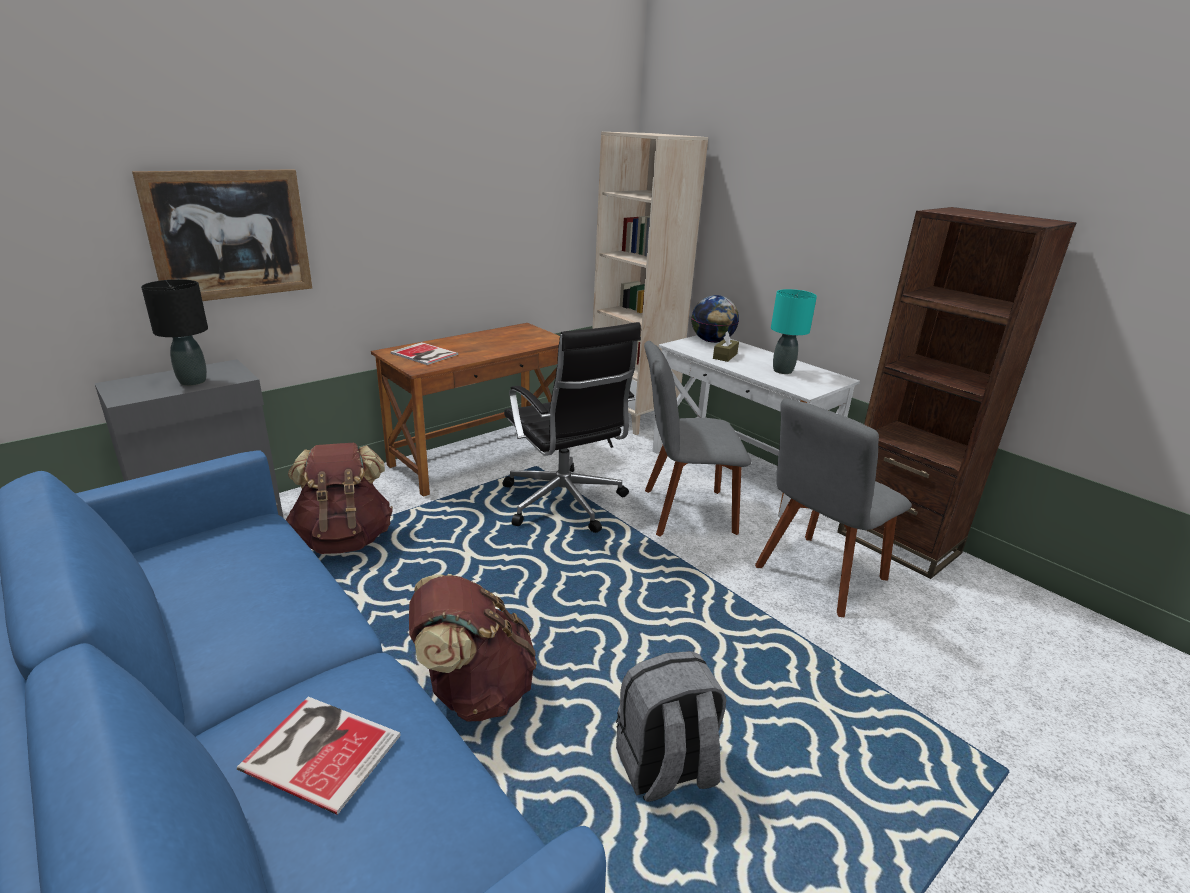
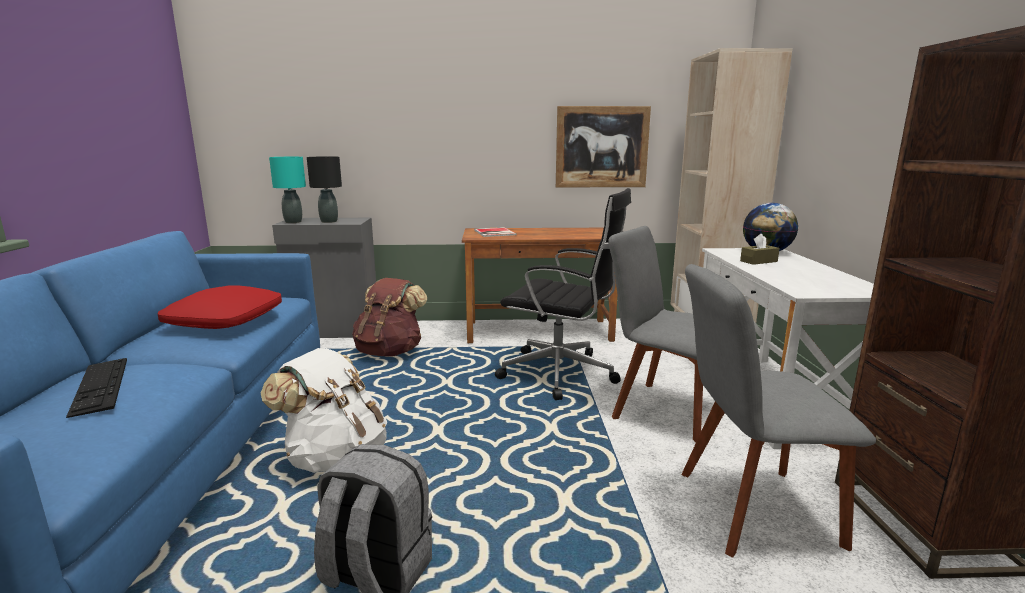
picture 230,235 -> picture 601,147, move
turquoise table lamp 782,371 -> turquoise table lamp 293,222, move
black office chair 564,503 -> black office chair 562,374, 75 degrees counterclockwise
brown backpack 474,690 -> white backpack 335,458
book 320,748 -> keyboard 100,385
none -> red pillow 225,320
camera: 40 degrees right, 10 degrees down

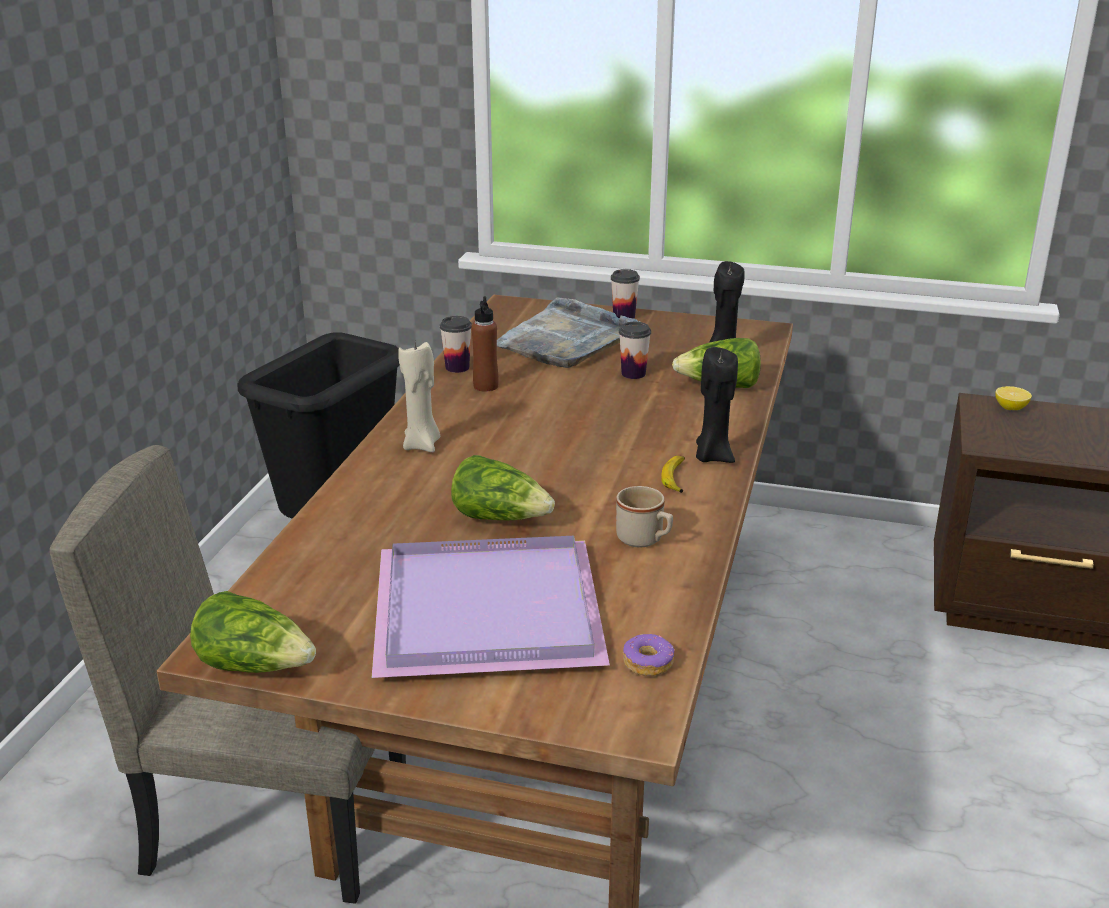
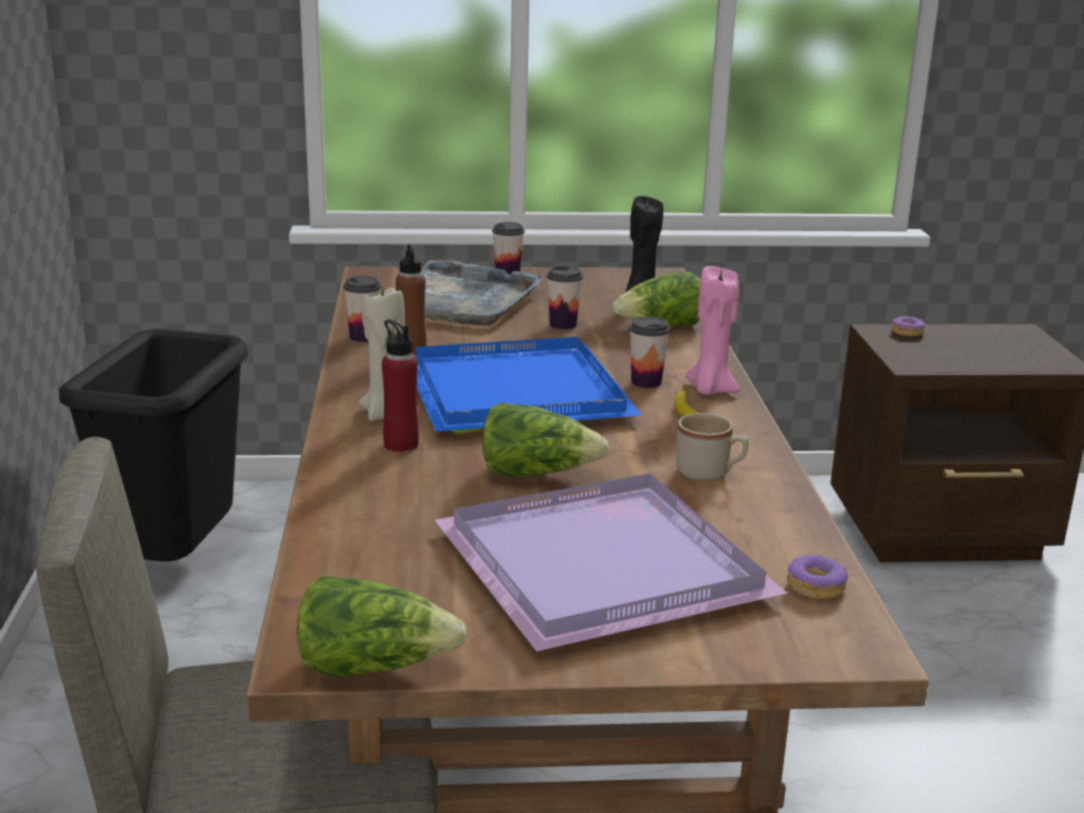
black candle 712,457 -> pink candle 710,390
lemon 1010,408 -> donut 907,332
none -> cup 646,382
none -> red bottle 401,444
none -> blue tray 519,391
camera: 20 degrees left, 5 degrees down

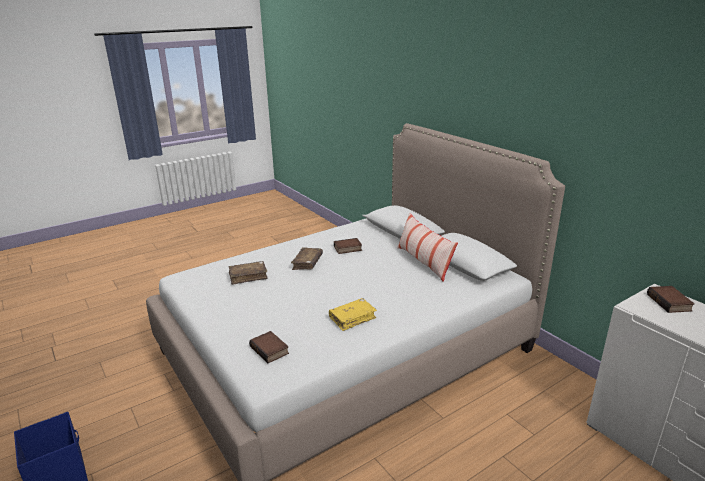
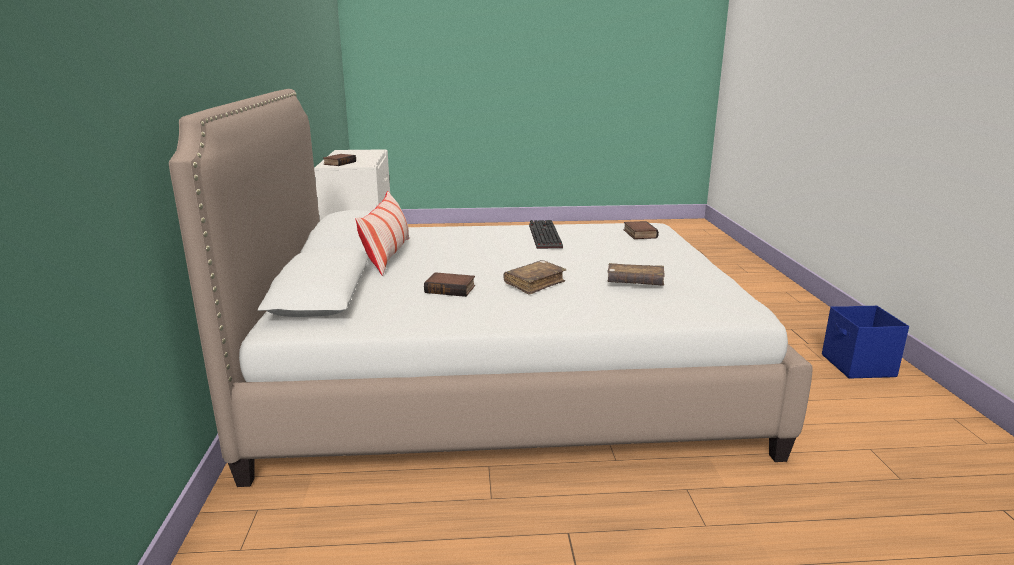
yellow book 352,318 -> keyboard 543,236
camera: 150 degrees left, 5 degrees down

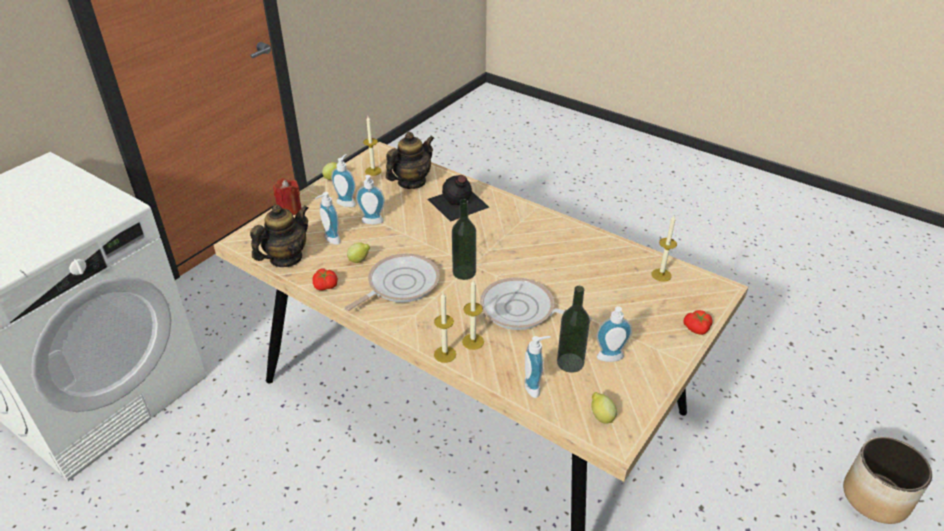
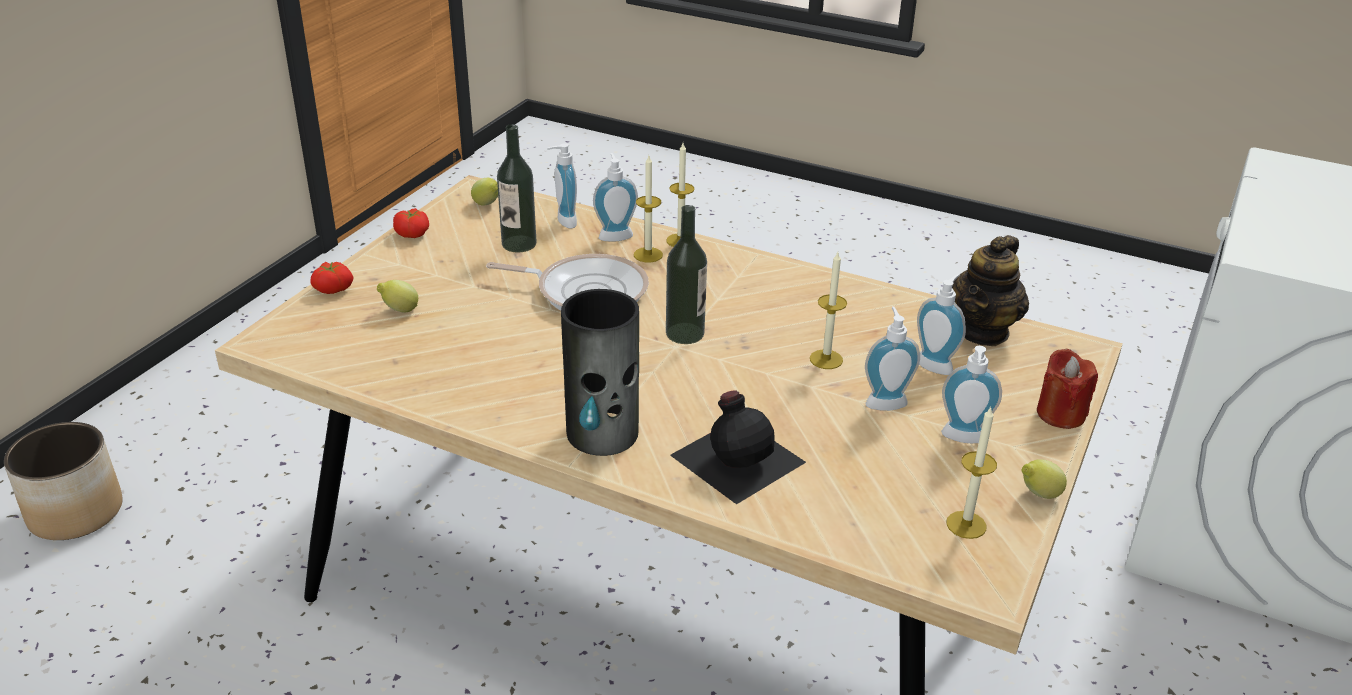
teapot 411,182 -> none
candle 661,275 -> candle 826,359, move
lemon 359,260 -> lemon 399,310, move
frying pan 399,284 -> none
tomato 325,286 -> tomato 413,233, move
soap dispenser 611,359 -> soap dispenser 615,235, move
none -> vase 603,433
camera: 170 degrees right, 5 degrees down

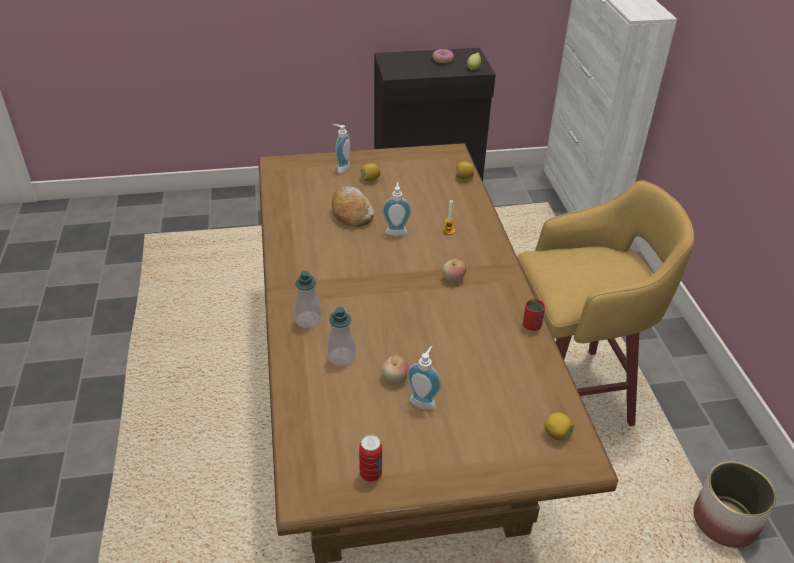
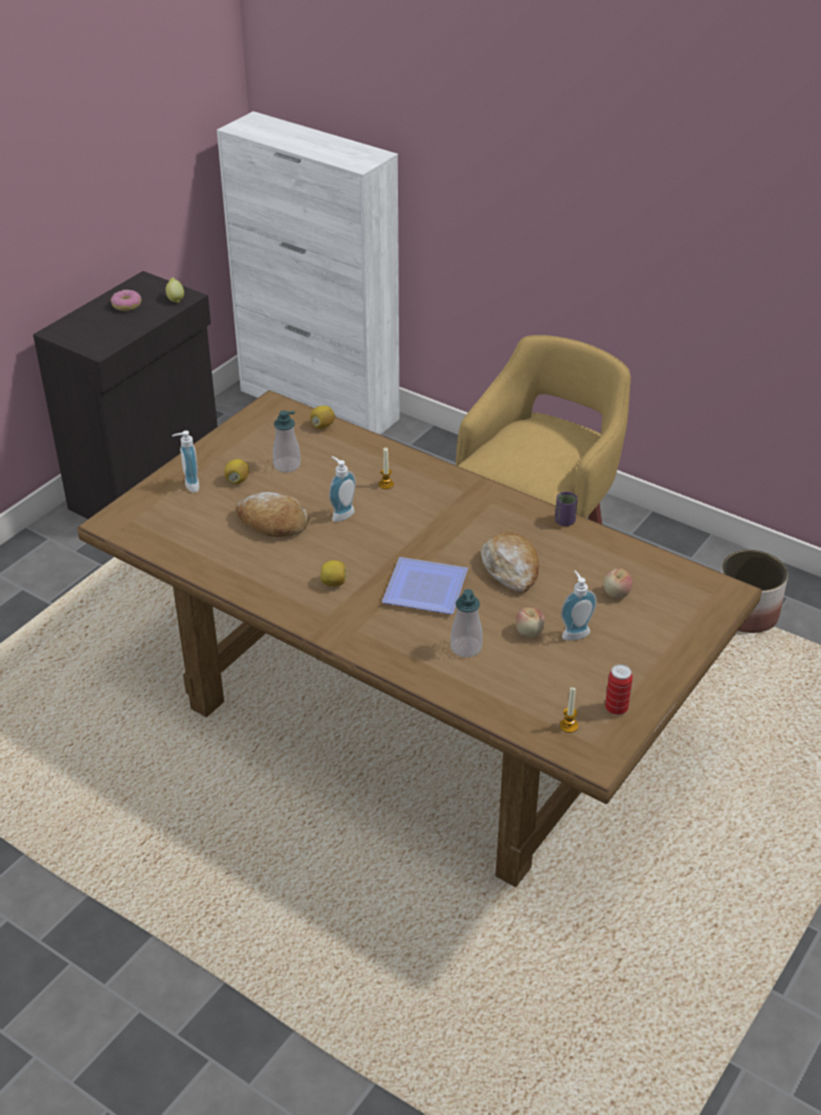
apple 453,279 -> apple 616,593, move
soap dispenser 308,320 -> soap dispenser 287,465, move
red cup 531,325 -> purple cup 564,521
lemon 557,434 -> lemon 334,583, move
none -> bread 511,569
none -> plate 422,590
none -> candle 568,726
camera: 45 degrees left, 0 degrees up

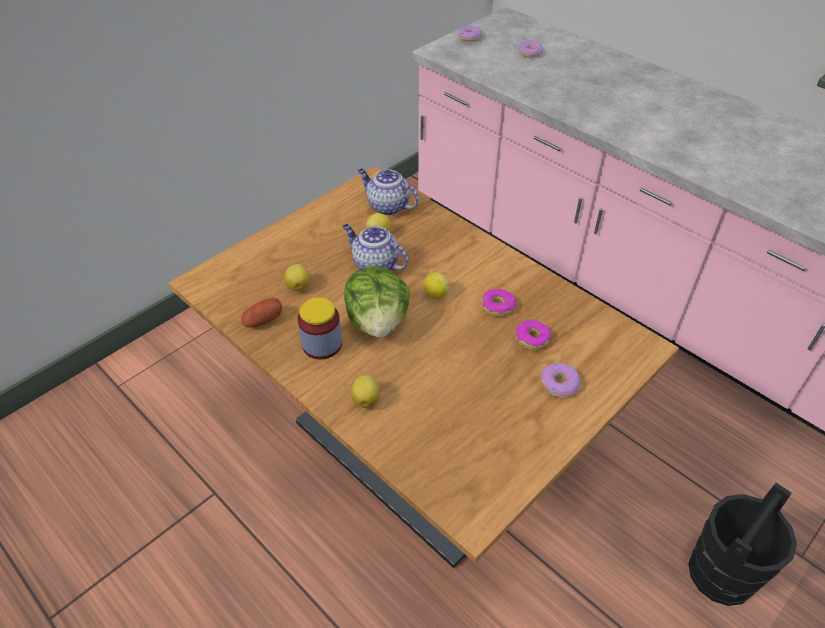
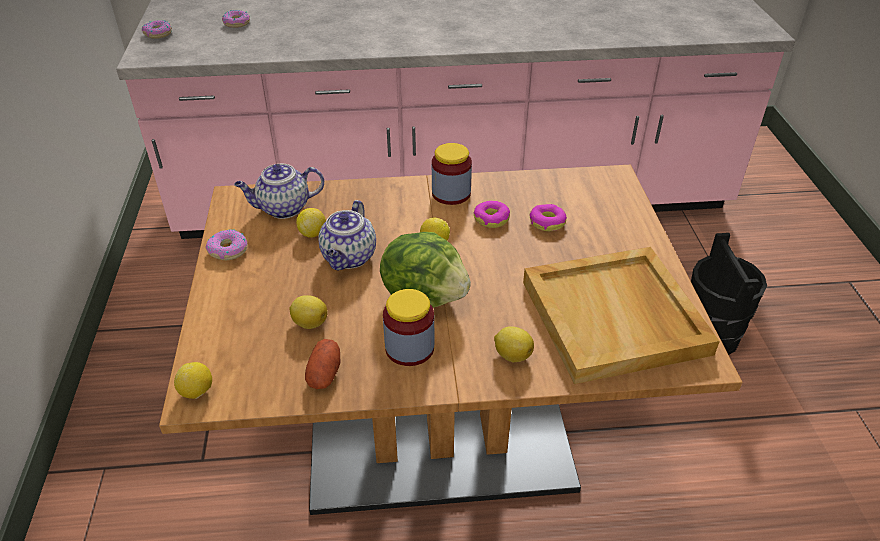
teapot 374,265 -> teapot 349,258, 60 degrees counterclockwise
donut 559,384 -> donut 228,250, move
none -> jar 451,193
none -> beige tray 615,318
none -> lemon 197,392
camera: 50 degrees left, 5 degrees down

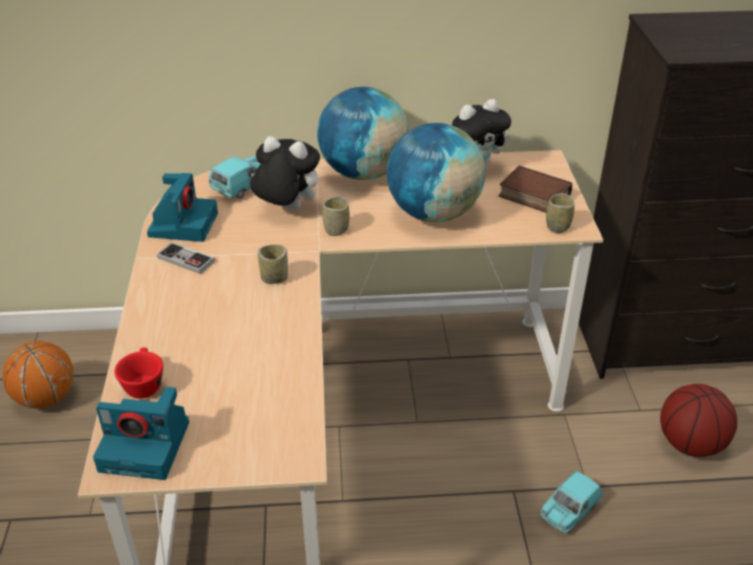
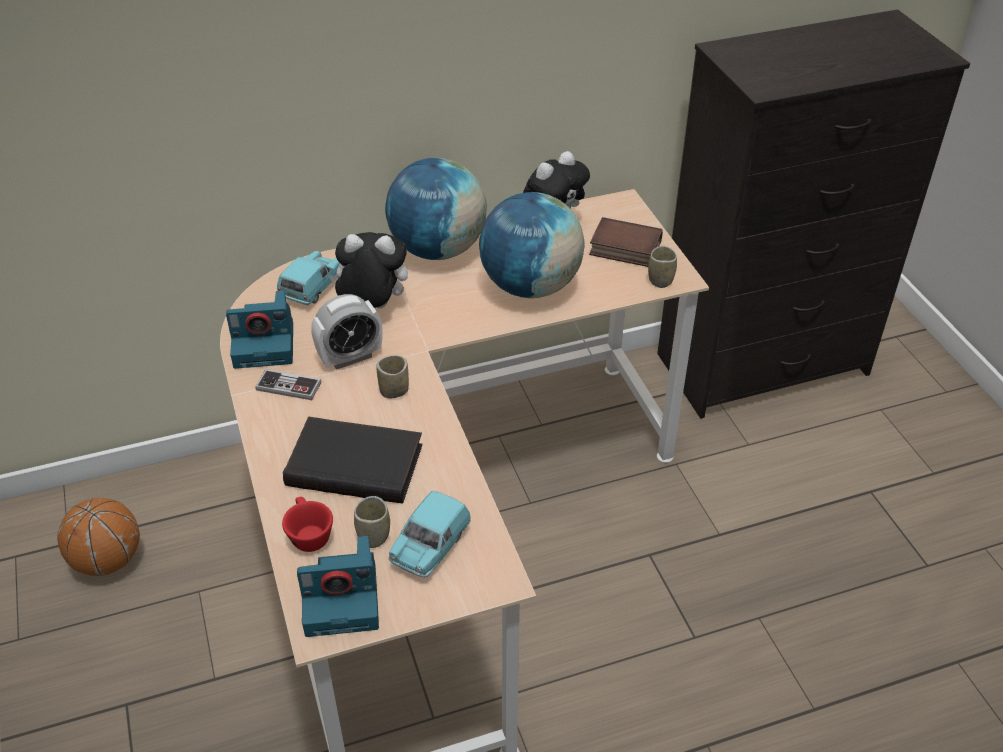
photo camera 183,223 -> photo camera 266,344, 90 degrees clockwise
cup 336,229 -> cup 373,536, move
basketball 691,444 -> none
turquoise toy car 568,512 -> turquoise toy car 430,547, move
none -> alarm clock 350,357
none -> black book 356,463
camera: 15 degrees left, 5 degrees up

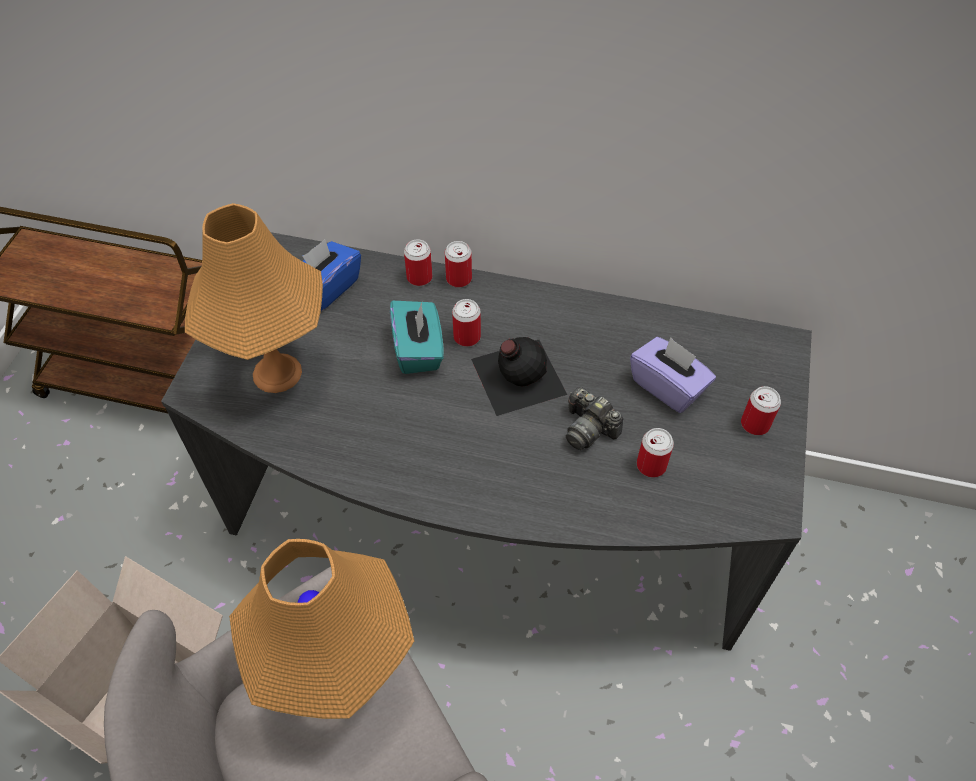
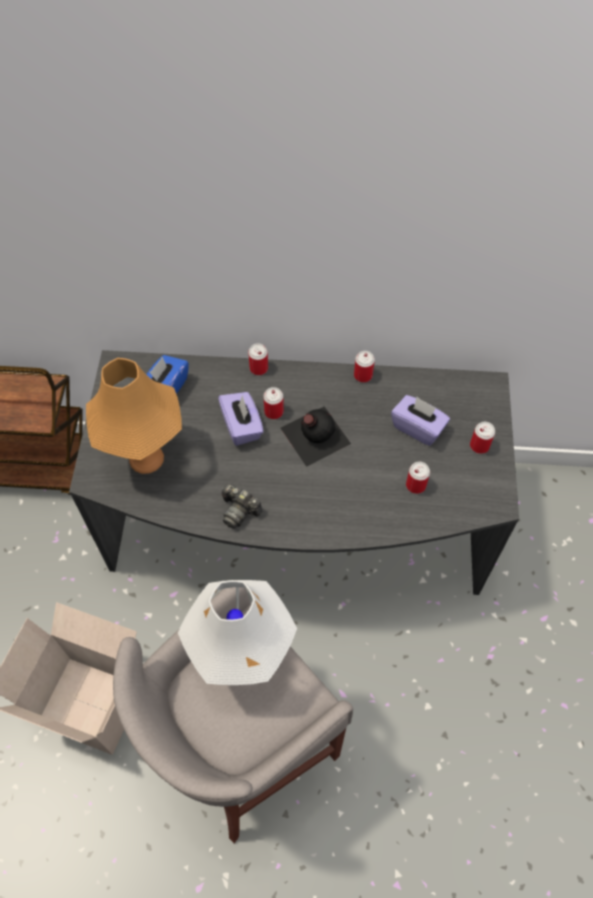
can 419,277 -> can 363,375, move
turquoise tissue box 418,350 -> purple tissue box 242,426
photo camera 588,428 -> photo camera 239,511, move
orange table lamp 341,679 -> white table lamp 242,659
camera: 10 degrees left, 5 degrees up

